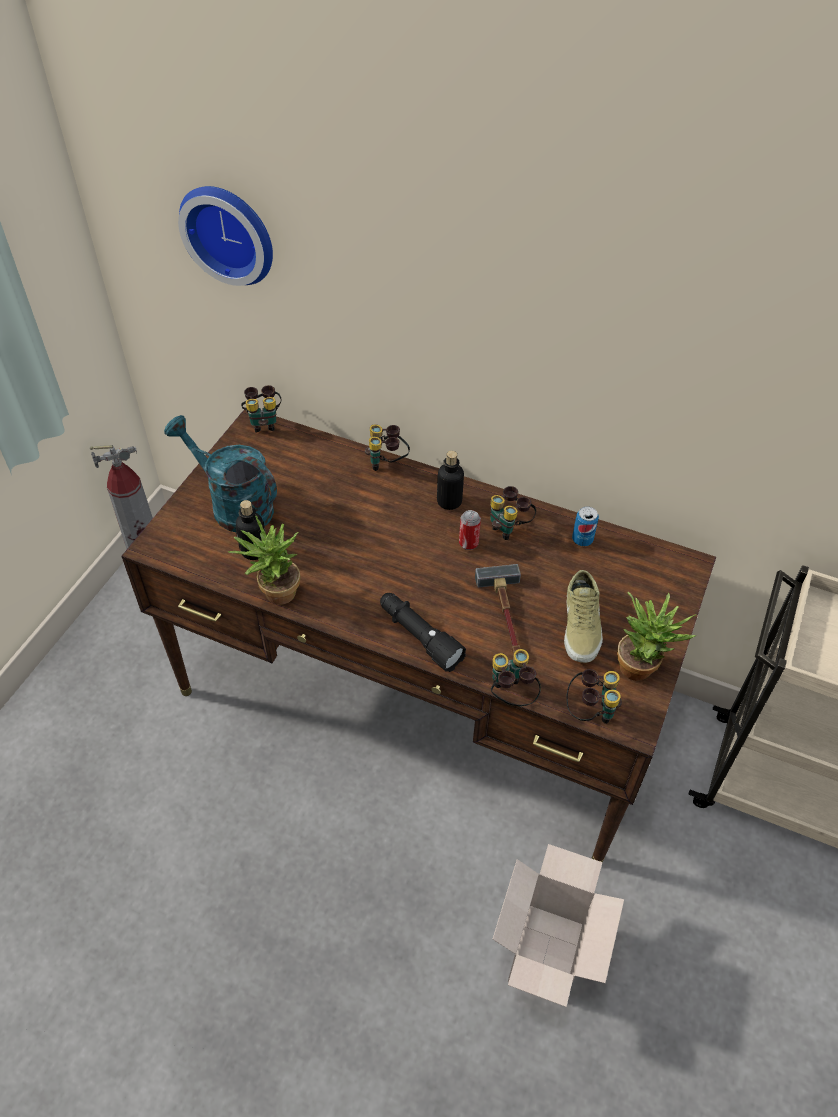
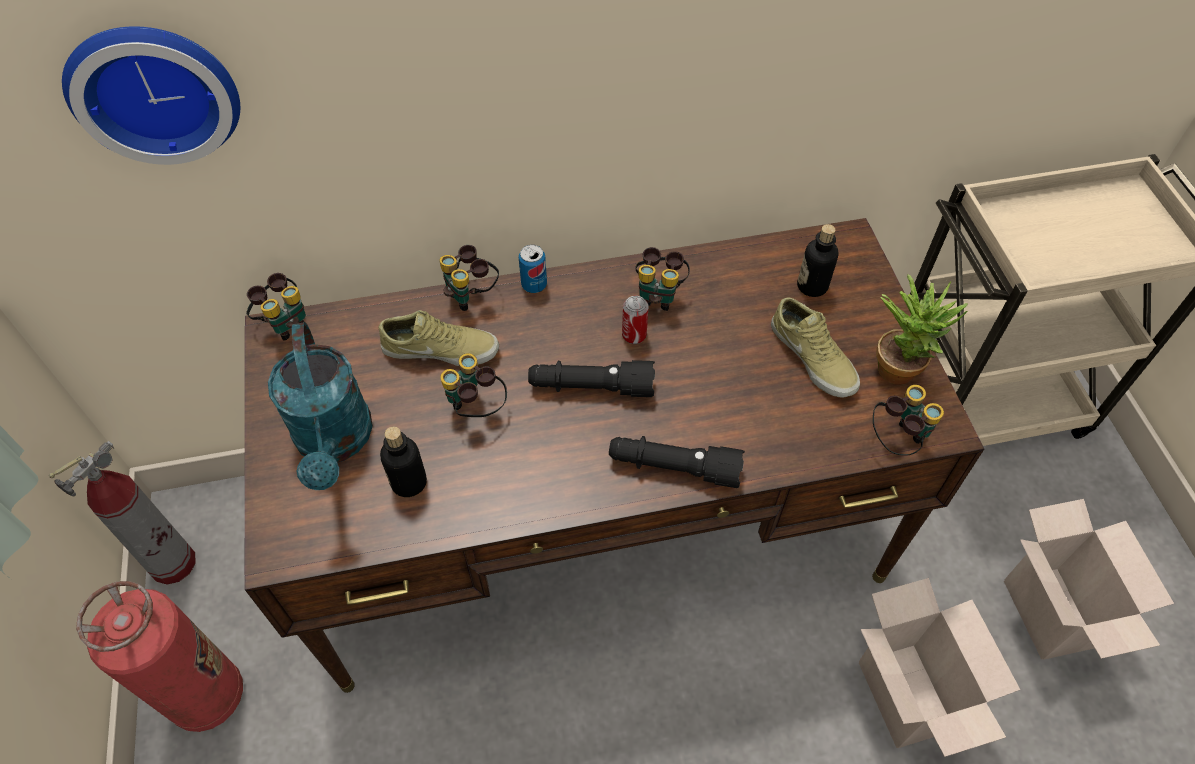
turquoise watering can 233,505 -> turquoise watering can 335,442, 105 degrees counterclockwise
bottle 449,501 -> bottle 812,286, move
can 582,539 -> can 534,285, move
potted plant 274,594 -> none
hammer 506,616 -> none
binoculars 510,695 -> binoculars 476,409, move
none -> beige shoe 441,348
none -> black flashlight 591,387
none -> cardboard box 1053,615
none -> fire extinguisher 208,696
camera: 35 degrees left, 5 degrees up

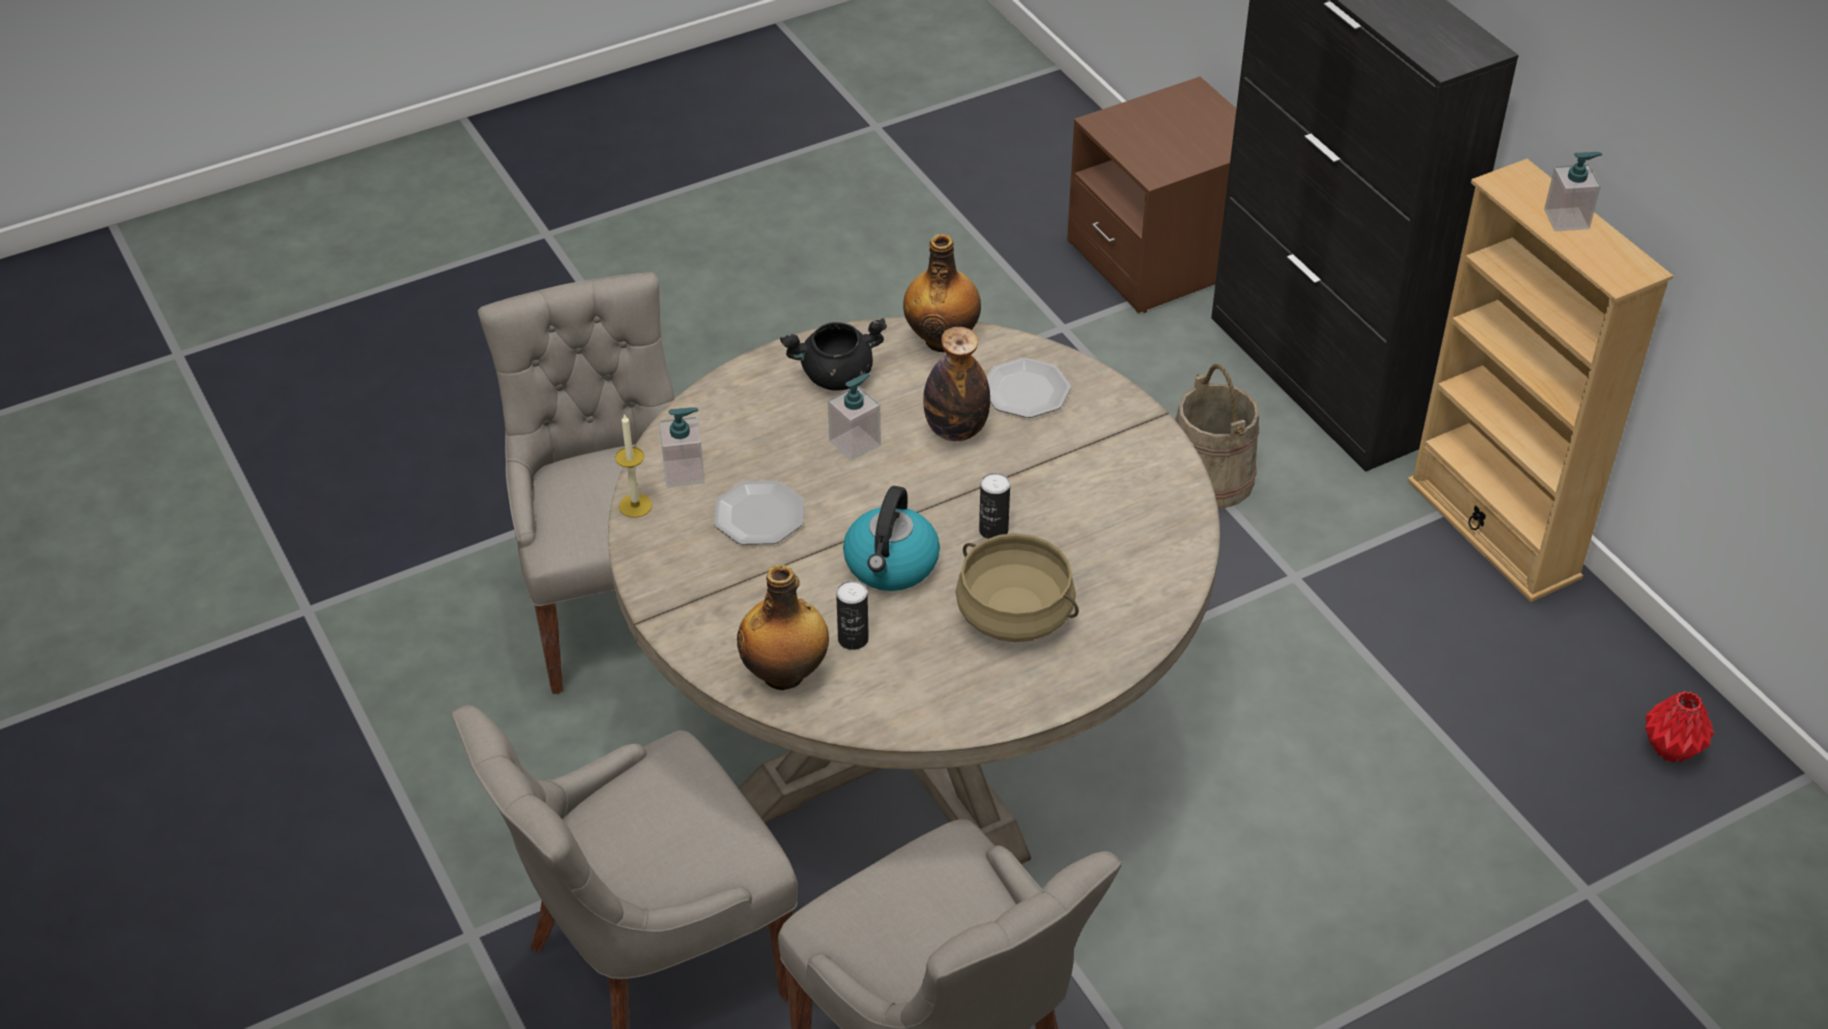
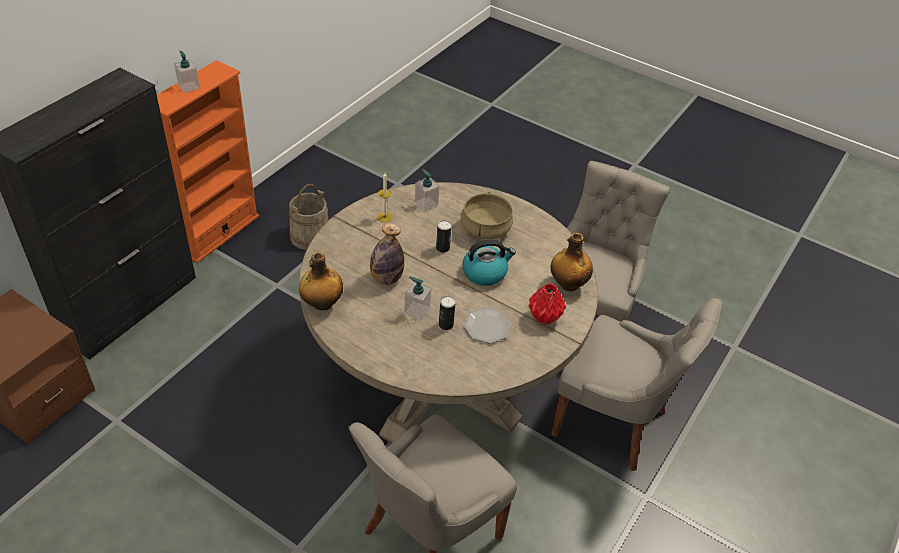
beige bookcase 1493,529 -> orange bookcase 218,233
black cooking pot 836,377 -> none
plate 1025,391 -> none
beige bucket 1209,478 -> beige bucket 310,236, move
soap dispenser 684,472 -> soap dispenser 426,203, move
candle 635,505 -> candle 384,217, move
can 853,639 -> can 446,324, move
red vase 1671,750 -> red vase 545,317, move
camera: 120 degrees left, 0 degrees up

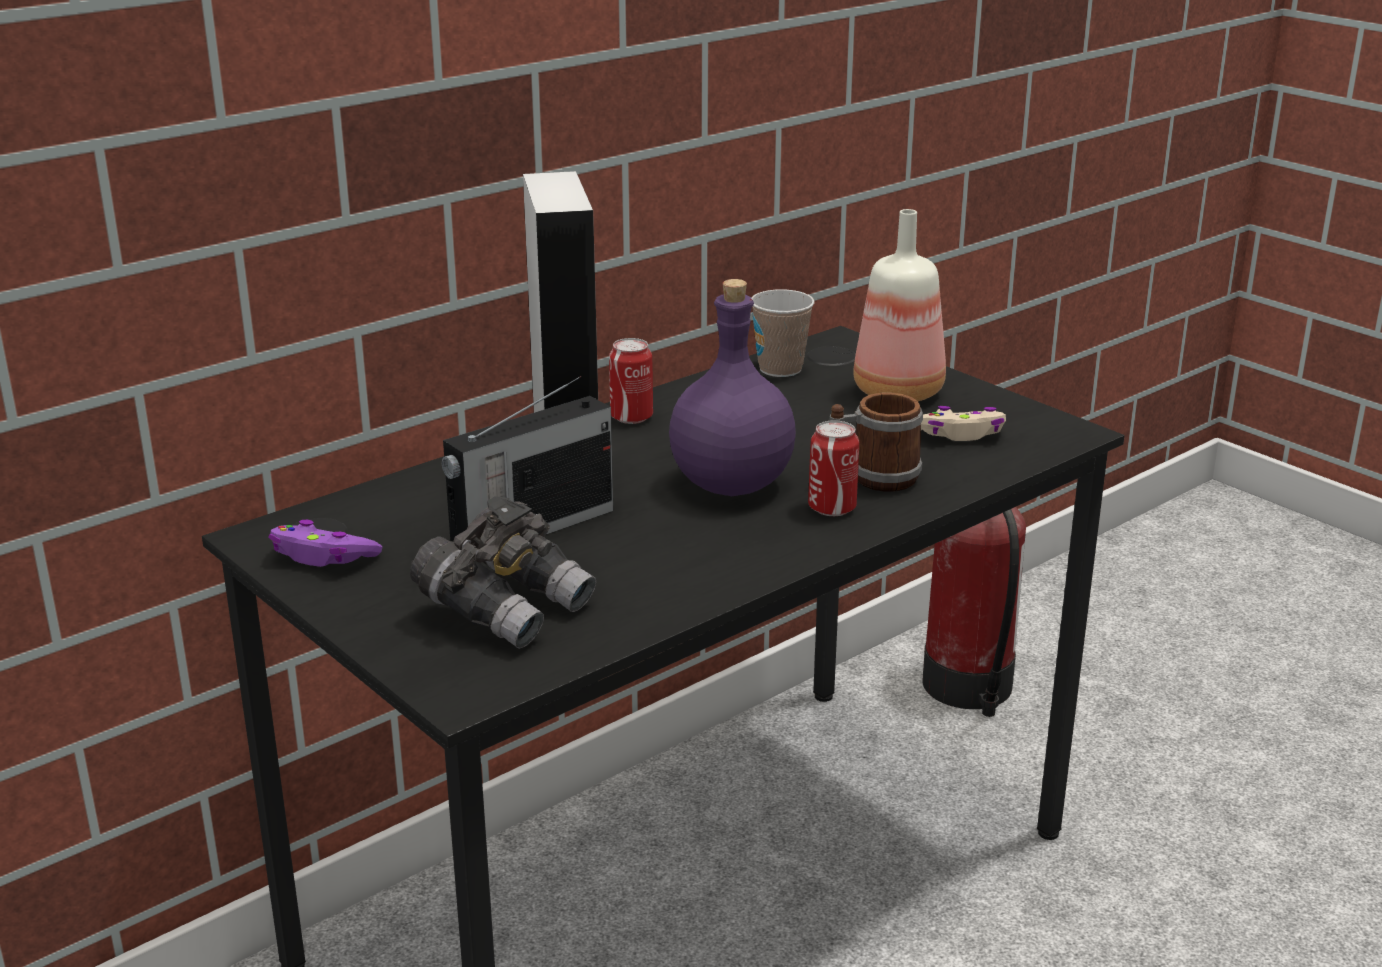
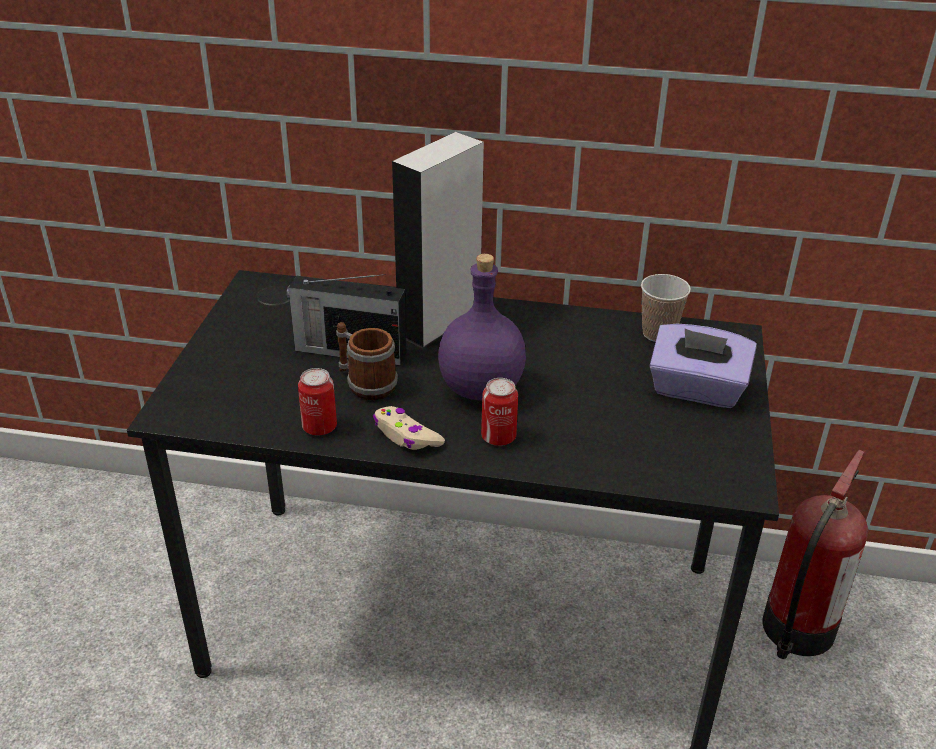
bottle 898,391 -> purple tissue box 696,390
can 631,417 -> can 319,427, move
mug 872,480 -> mug 365,383, move
beige game controller 960,434 -> beige game controller 406,436, move
grey binoculars 506,608 -> none
purple game controller 323,556 -> none
camera: 50 degrees right, 10 degrees up

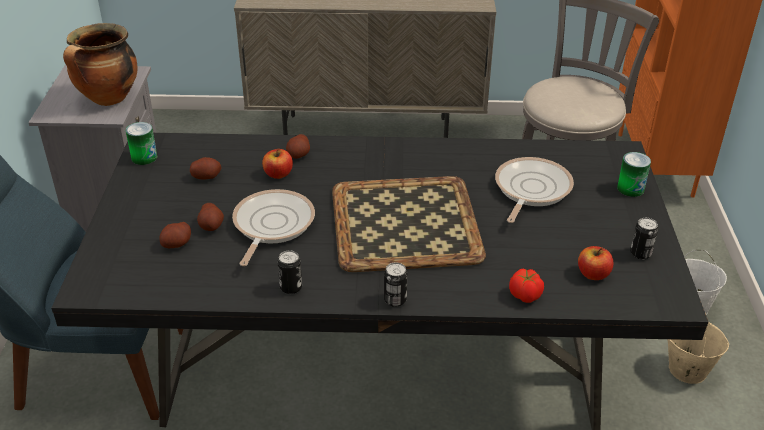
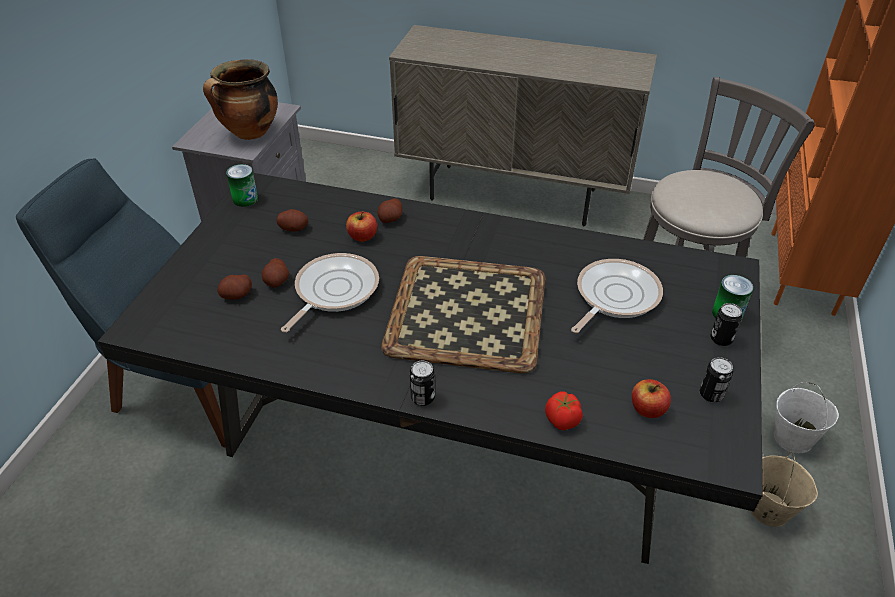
can 291,287 -> can 721,339, move
camera: 15 degrees right, 5 degrees up

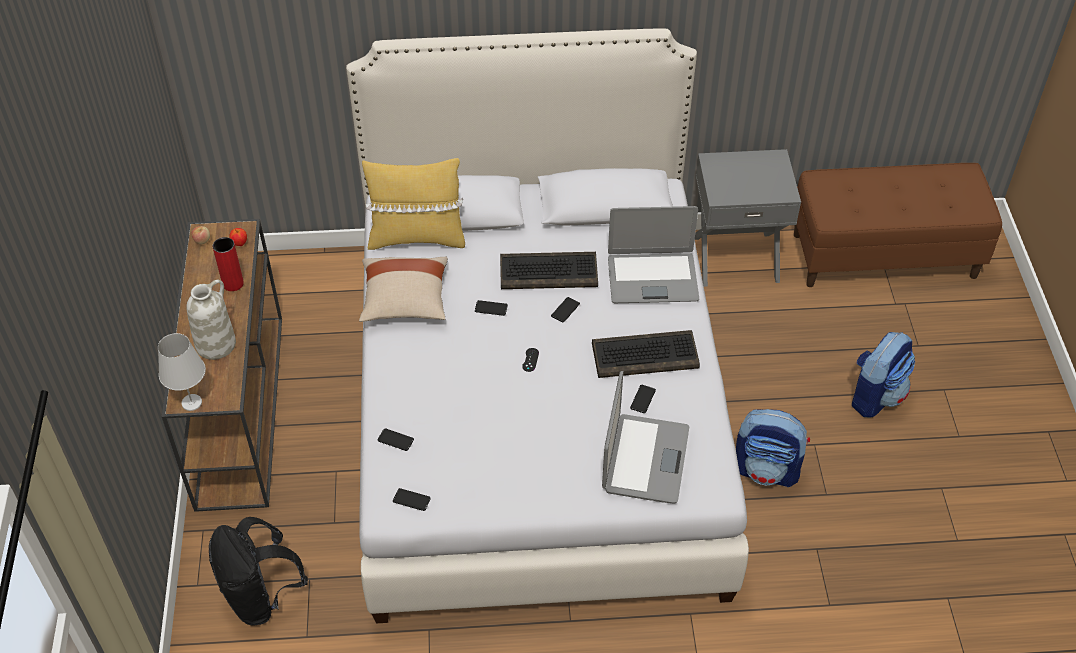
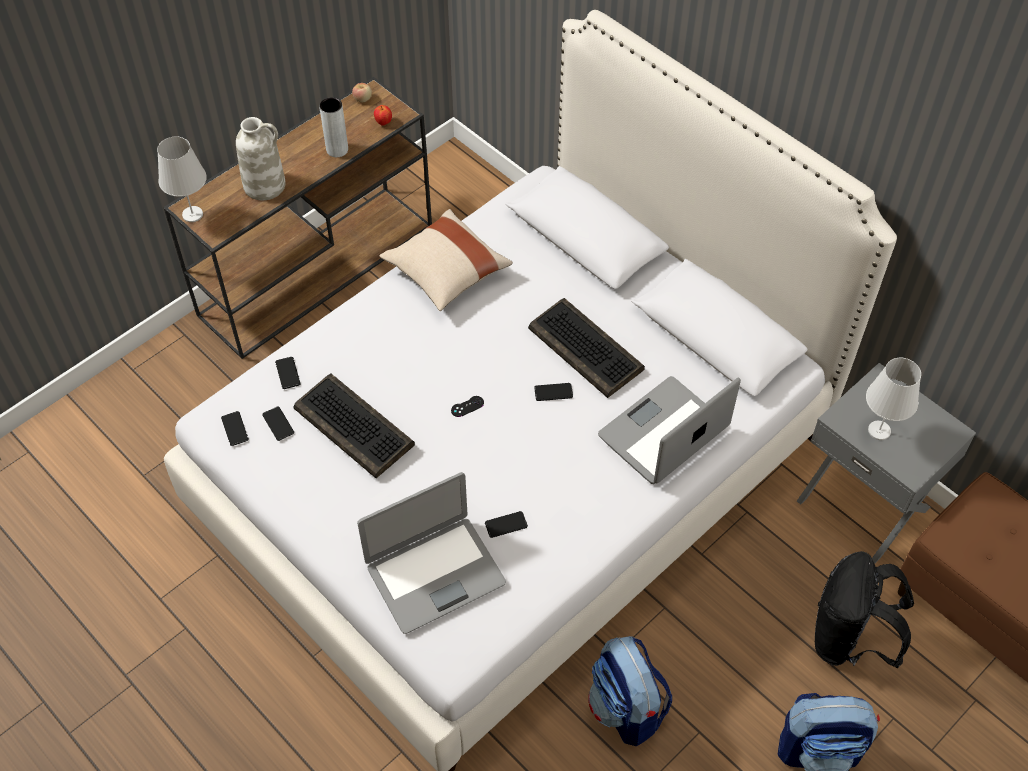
yellow pillow 417,237 -> none
laptop 652,278 -> laptop 664,433, 90 degrees clockwise
red vase 233,283 -> grey vase 337,149
phone 491,308 -> phone 278,424, move
keyboard 646,355 -> keyboard 355,427, move
black backpack 261,596 -> black backpack 848,639, move
none -> white table lamp 879,430
camera: 50 degrees right, 5 degrees up

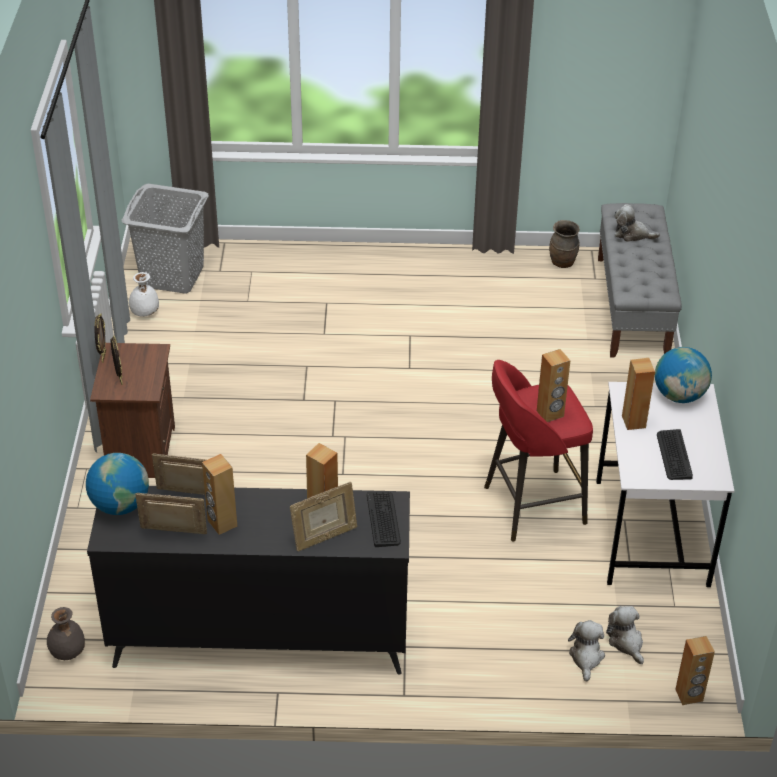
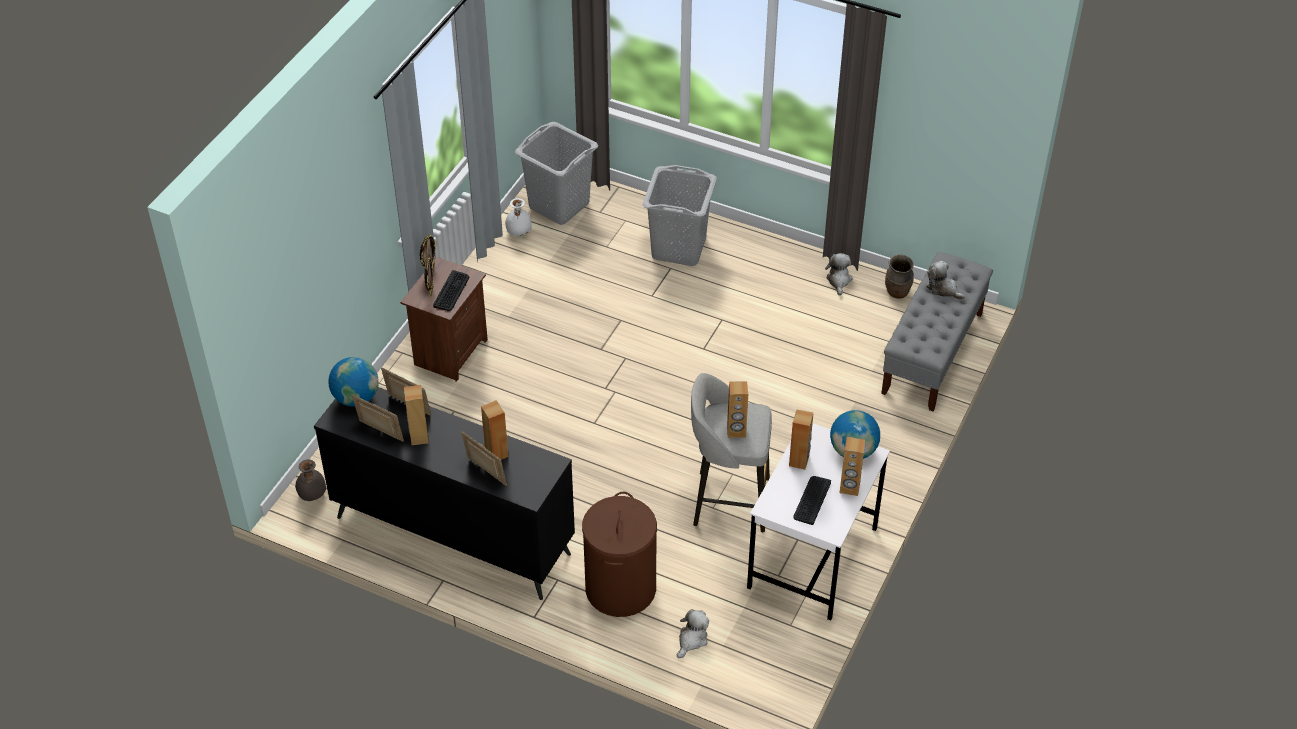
red stool 531,505 -> grey stool 728,501
picture frame 324,537 -> picture frame 485,474, 135 degrees counterclockwise
keyboard 383,519 -> keyboard 451,291, move
plush toy 626,642 -> plush toy 839,280, move
brown speaker 689,695 -> brown speaker 849,488, move
none -> grey laundry basket 679,247
none -> brown laundry basket 620,588
camera: 25 degrees right, 5 degrees up

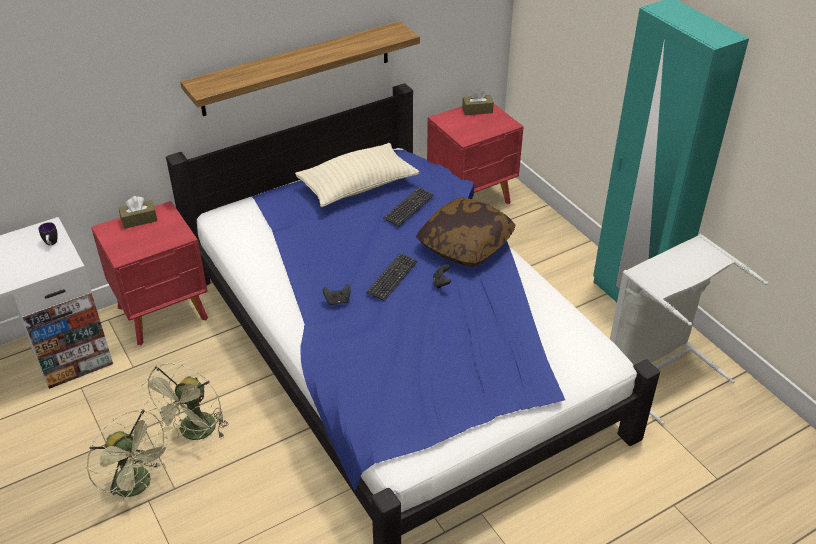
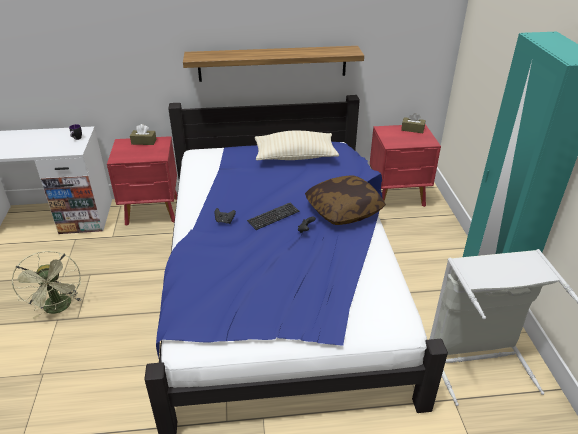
keyboard 408,208 -> none
green fan 195,433 -> none
camera: 25 degrees right, 5 degrees down

